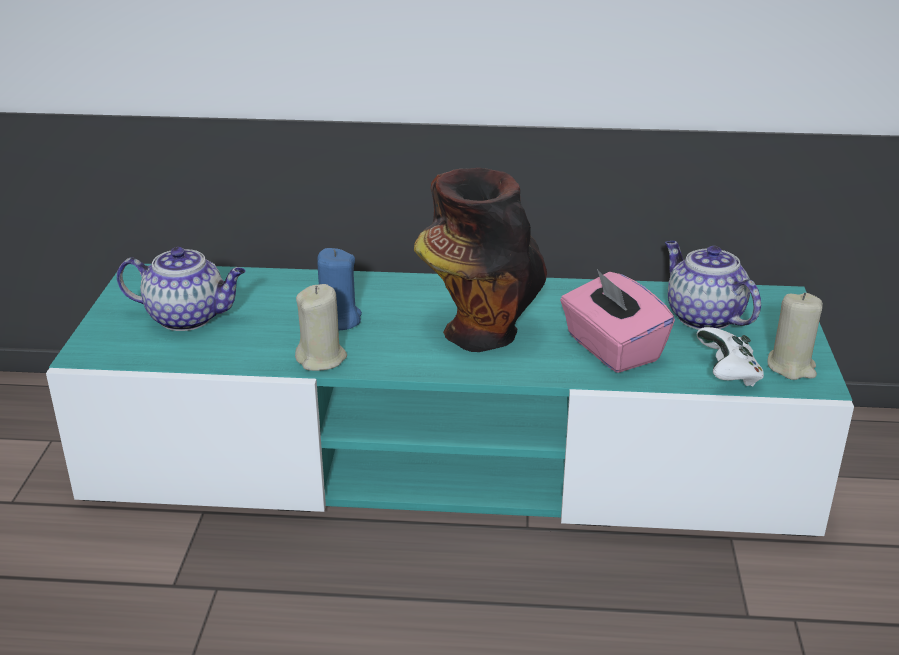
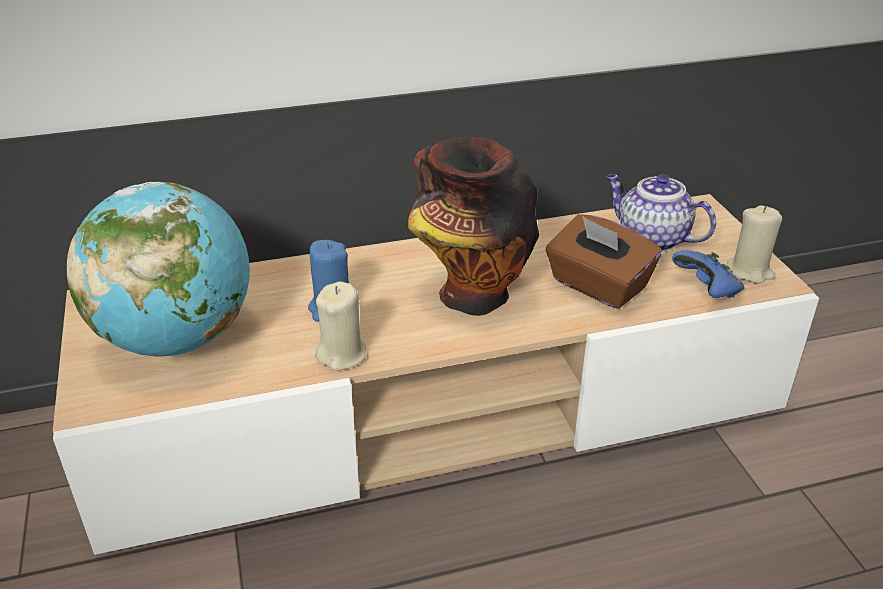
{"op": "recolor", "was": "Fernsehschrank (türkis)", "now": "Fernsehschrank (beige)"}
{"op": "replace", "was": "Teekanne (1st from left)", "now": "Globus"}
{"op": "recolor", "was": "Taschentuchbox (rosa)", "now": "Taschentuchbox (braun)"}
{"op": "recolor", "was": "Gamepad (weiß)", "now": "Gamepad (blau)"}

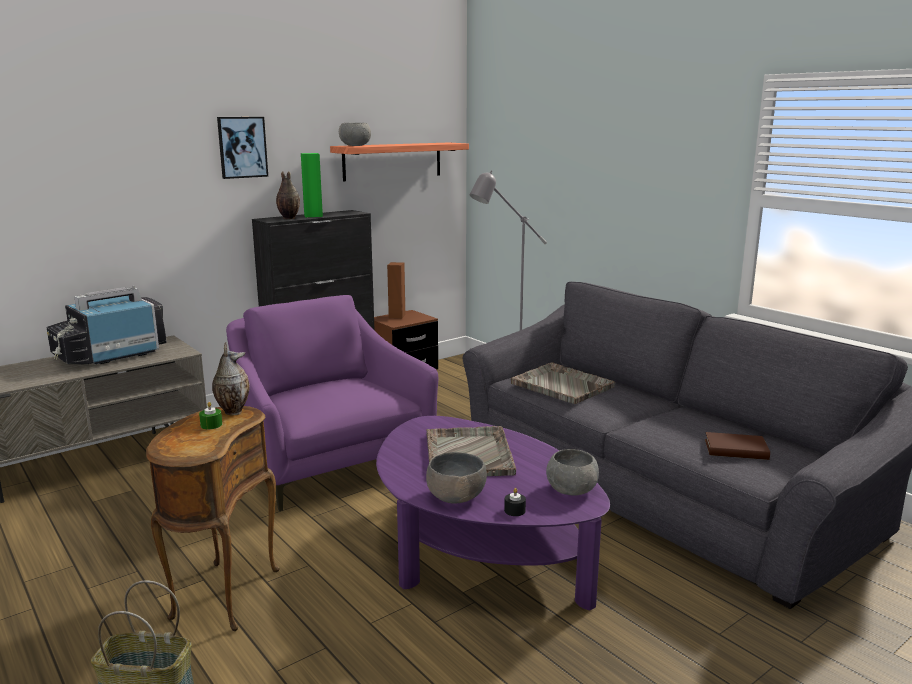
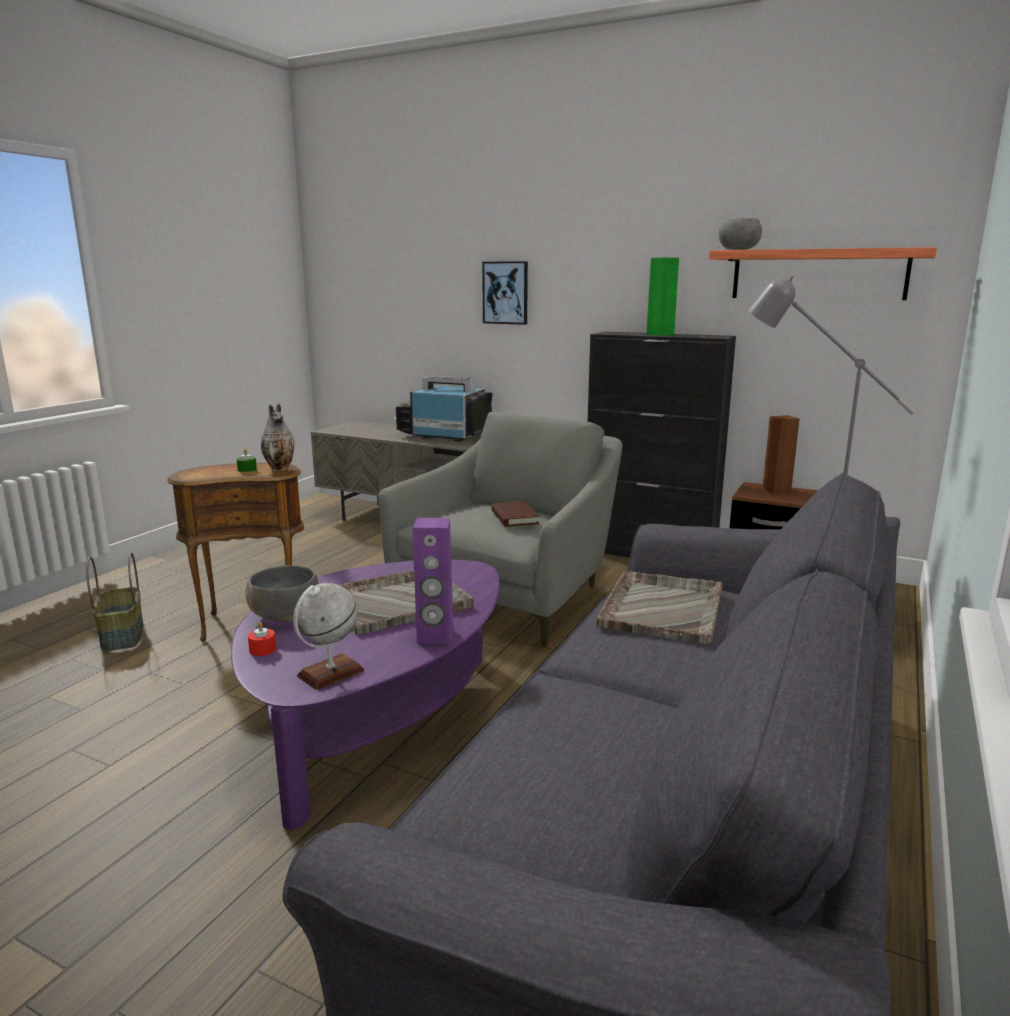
{"op": "recolor", "was": "Kerze (schwarz)", "now": "Kerze (rot)"}
{"op": "replace", "was": "Schüssel (grau) (3rd from left)", "now": "Globus"}
{"op": "recolor", "was": "Sessel (lila)", "now": "Sessel (grau)"}
{"op": "insert", "now": "Lautsprecher (lila)"}
{"op": "move", "was": "Bild"}
{"op": "move", "was": "Buch (braun)"}
{"op": "delete", "was": "Vase (2nd from left)"}

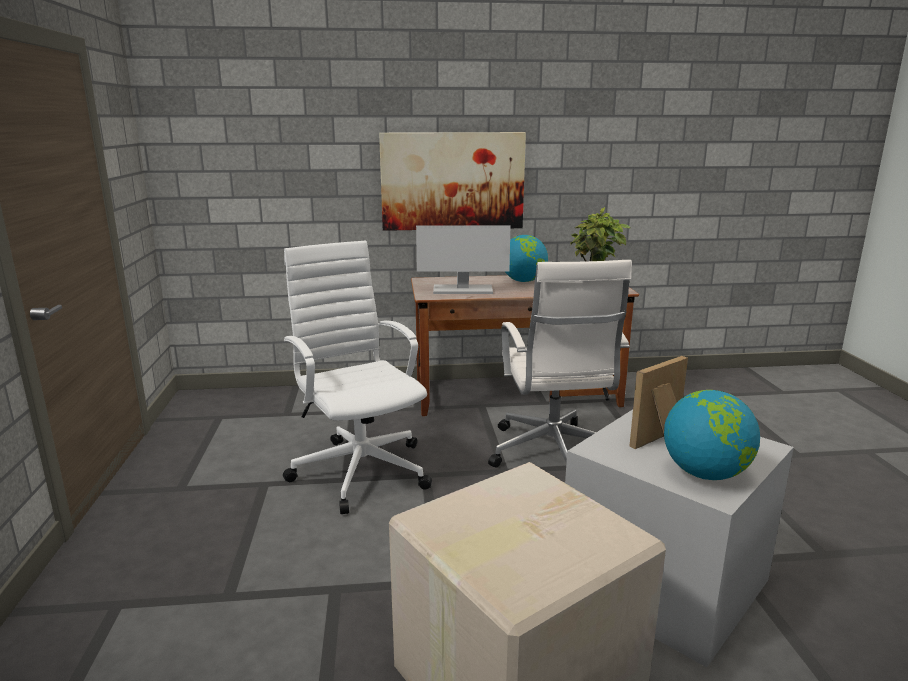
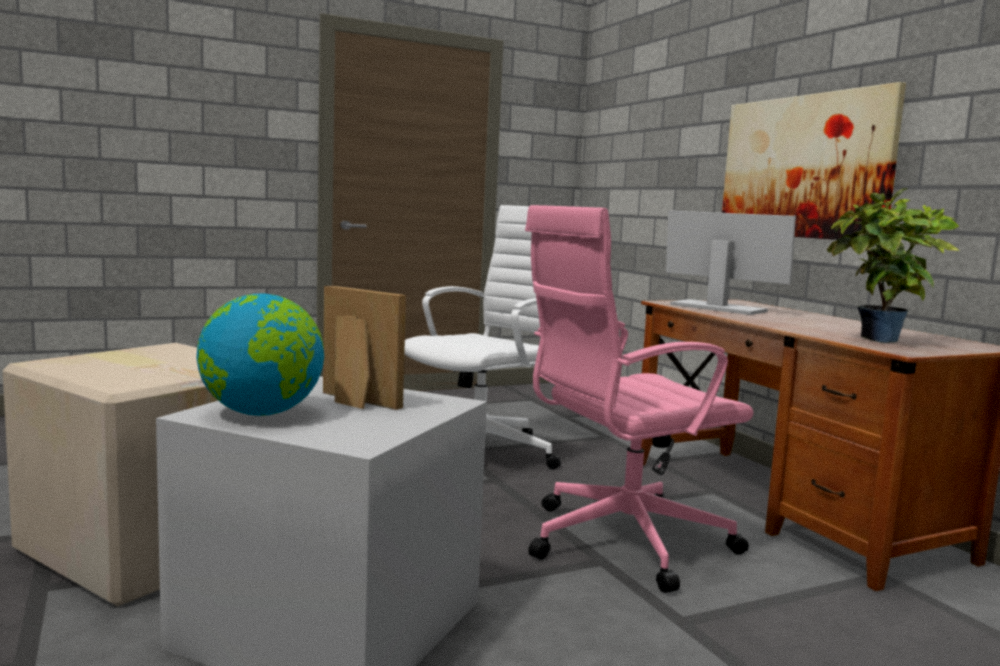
{"op": "recolor", "was": "Bürostuhl (weiß) (2nd from left)", "now": "Bürostuhl (rosa)"}
{"op": "rotate", "was": "Monitor", "clockwise": 150}
{"op": "delete", "was": "Globus (1st from left)"}

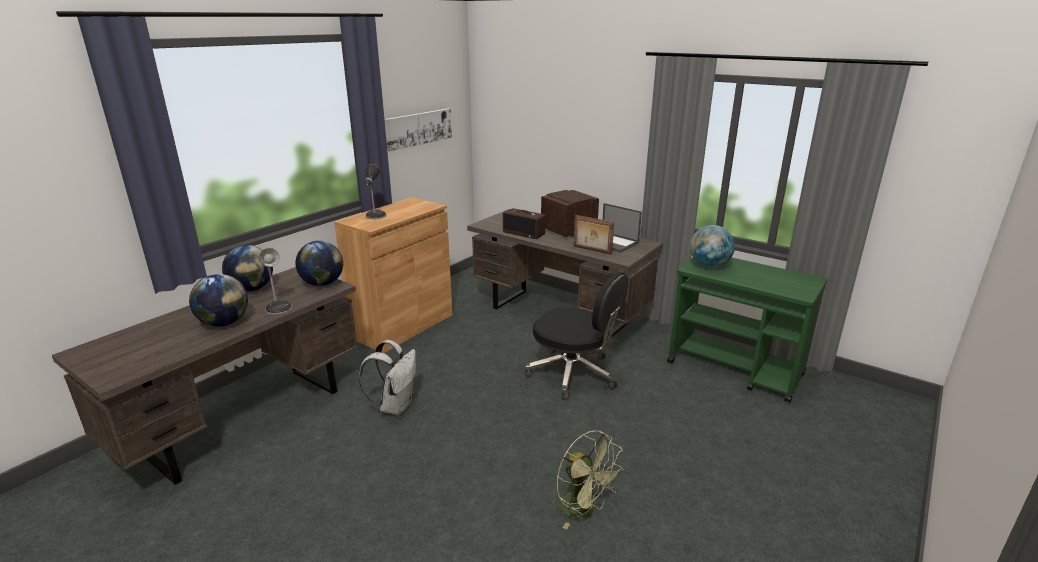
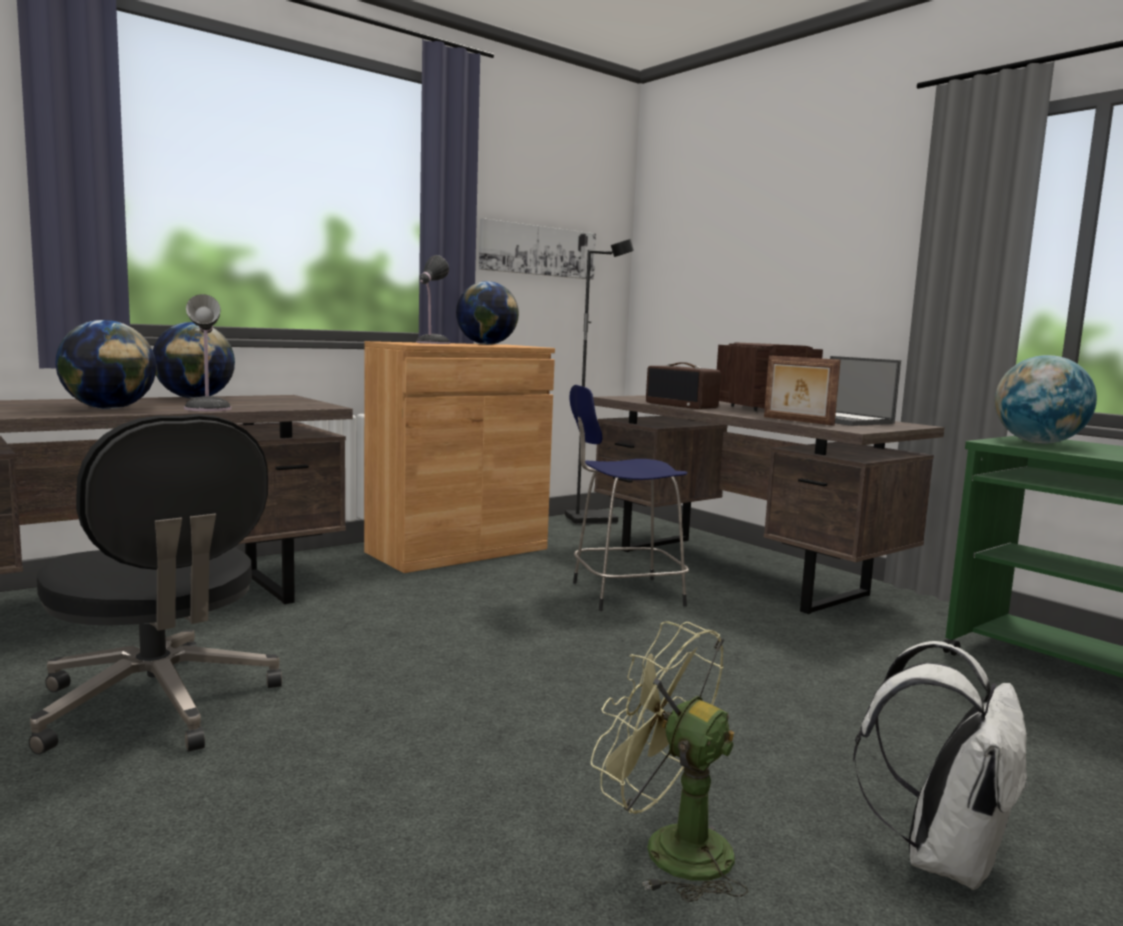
{"op": "move", "was": "Bürostuhl (schwarz)"}
{"op": "move", "was": "Globus (3rd from left)"}
{"op": "insert", "now": "Stehlampe (schwarz)"}
{"op": "insert", "now": "Hocker (blau)"}
{"op": "rotate", "was": "Ventilator (grün)", "clockwise": 150}
{"op": "move", "was": "Rucksack (weiß)"}

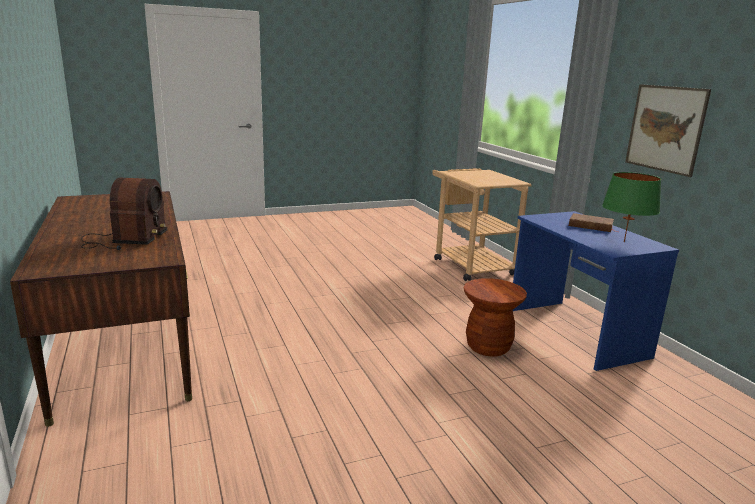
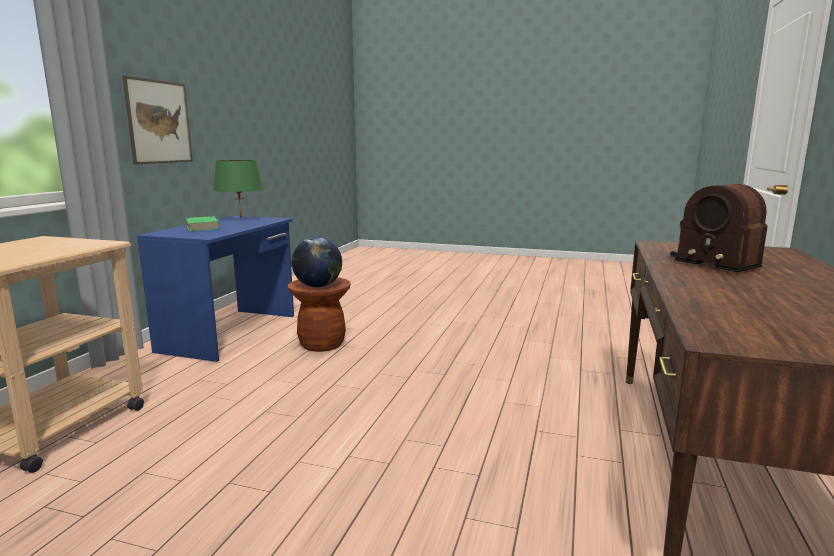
{"op": "recolor", "was": "Buch (braun)", "now": "Buch (grün)"}
{"op": "insert", "now": "Globus"}
{"op": "rotate", "was": "Radio", "clockwise": -75}

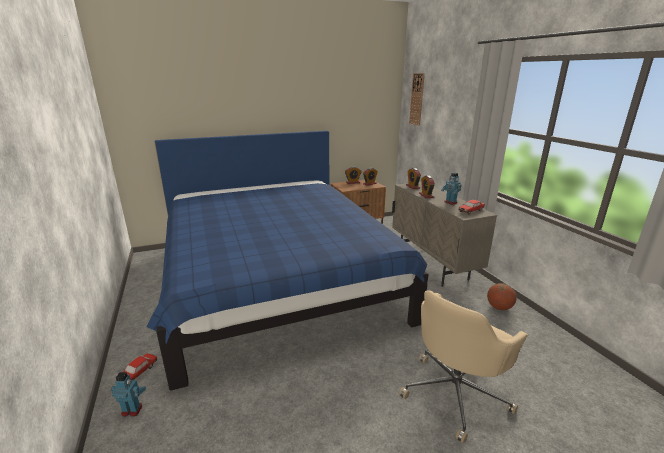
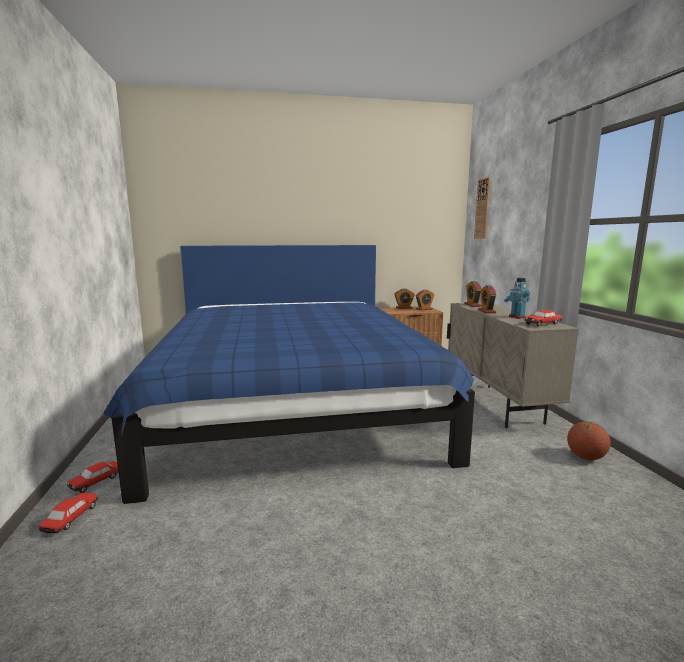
{"op": "replace", "was": "Spielzeugroboter (1st from left)", "now": "Spielzeugauto (1st from left)"}
{"op": "delete", "was": "Bürostuhl (beige)"}

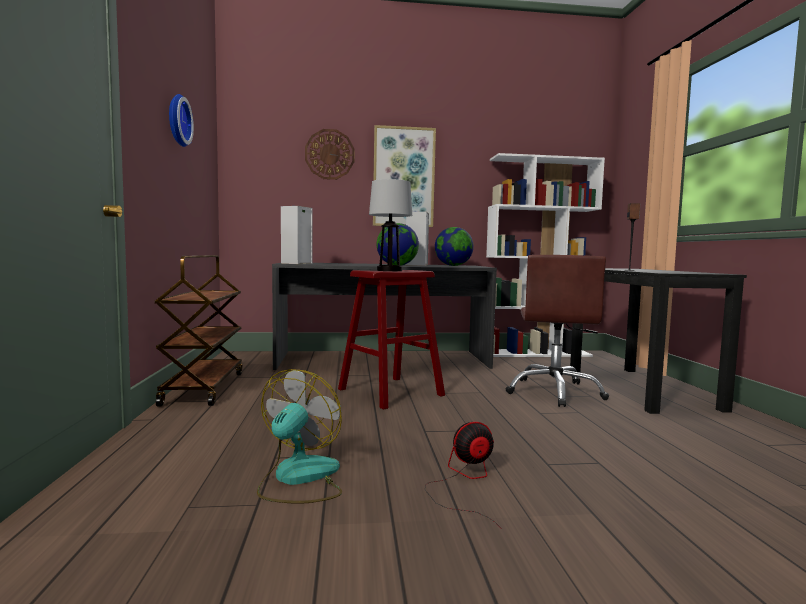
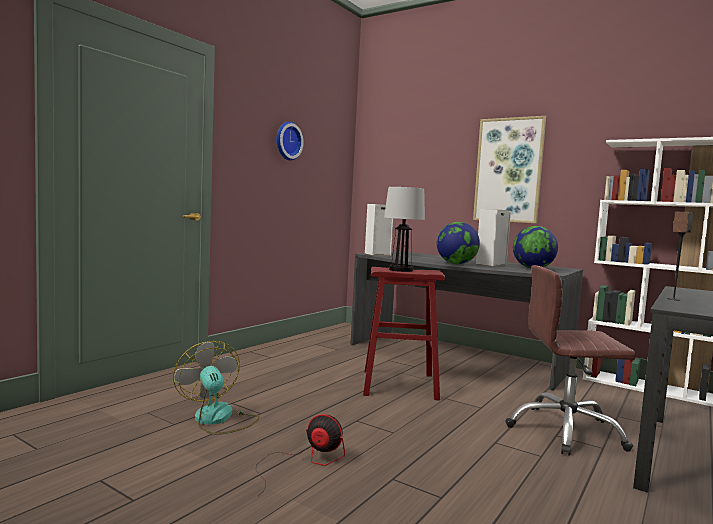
{"op": "rotate", "was": "Ventilator (1st from left)", "clockwise": -90}
{"op": "rotate", "was": "Bürostuhl (braun)", "clockwise": 45}
{"op": "delete", "was": "Rollwagen (braun)"}
{"op": "delete", "was": "Wanduhr (2nd from left)"}

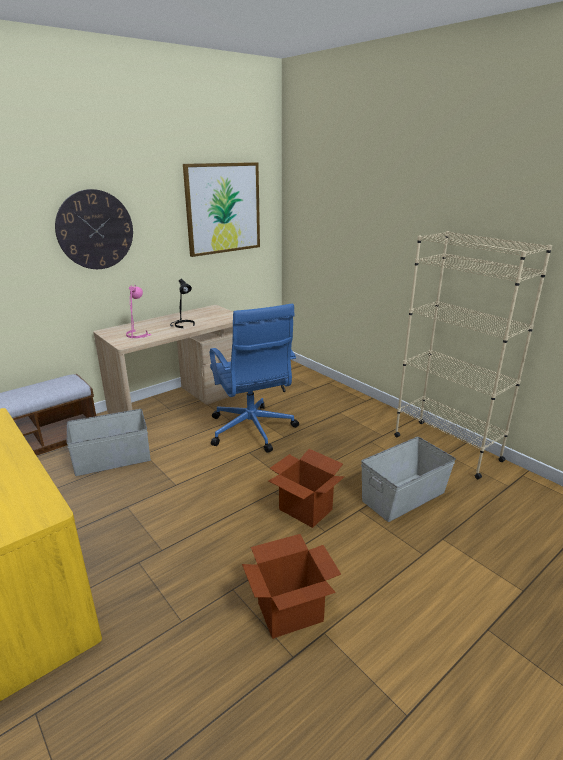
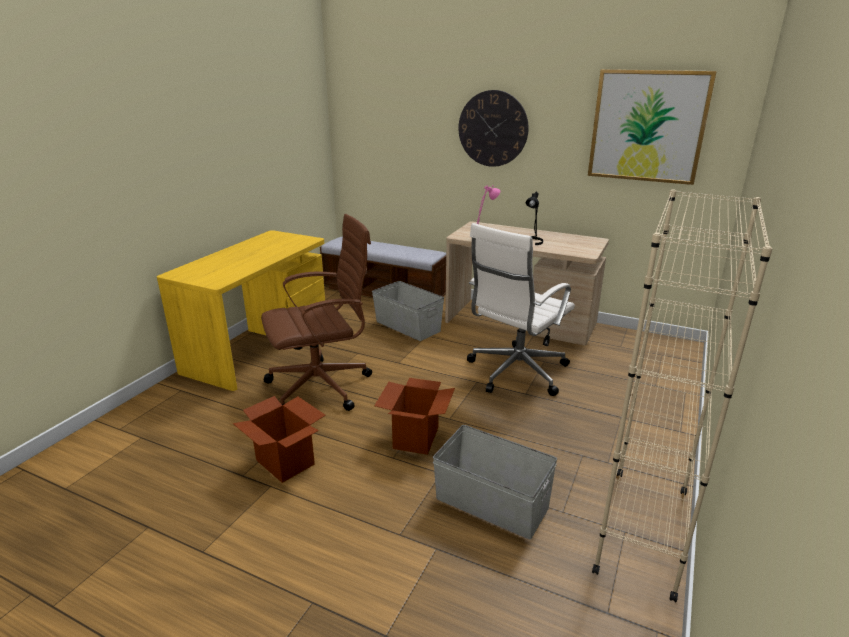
{"op": "insert", "now": "Bürostuhl (braun)"}
{"op": "recolor", "was": "Bürostuhl (blau)", "now": "Bürostuhl (weiß)"}

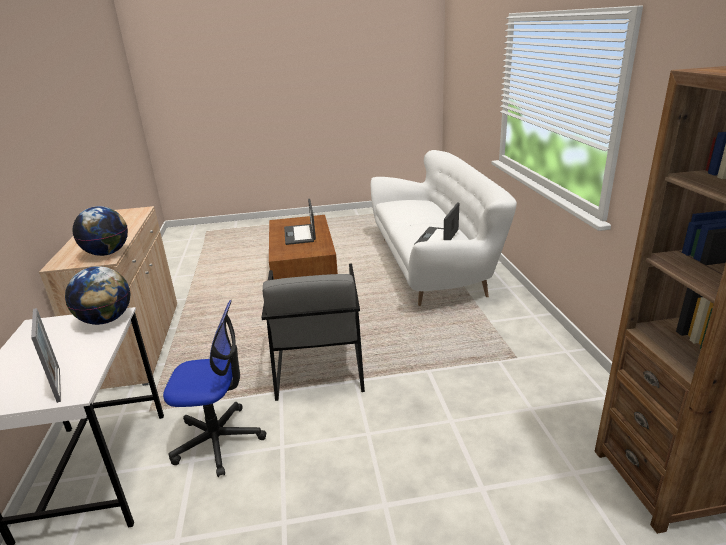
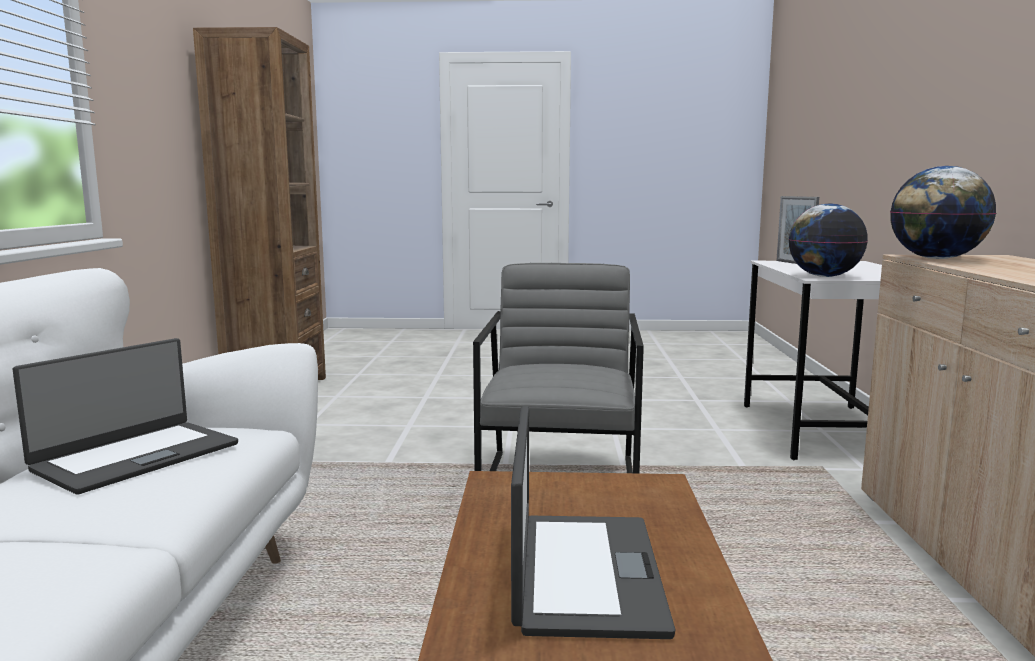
{"op": "delete", "was": "Bürostuhl"}

